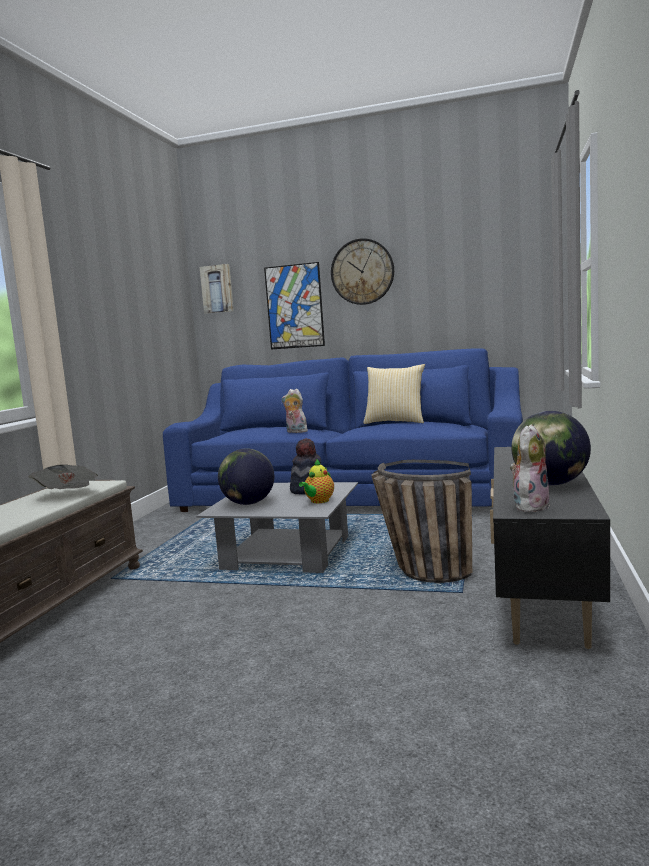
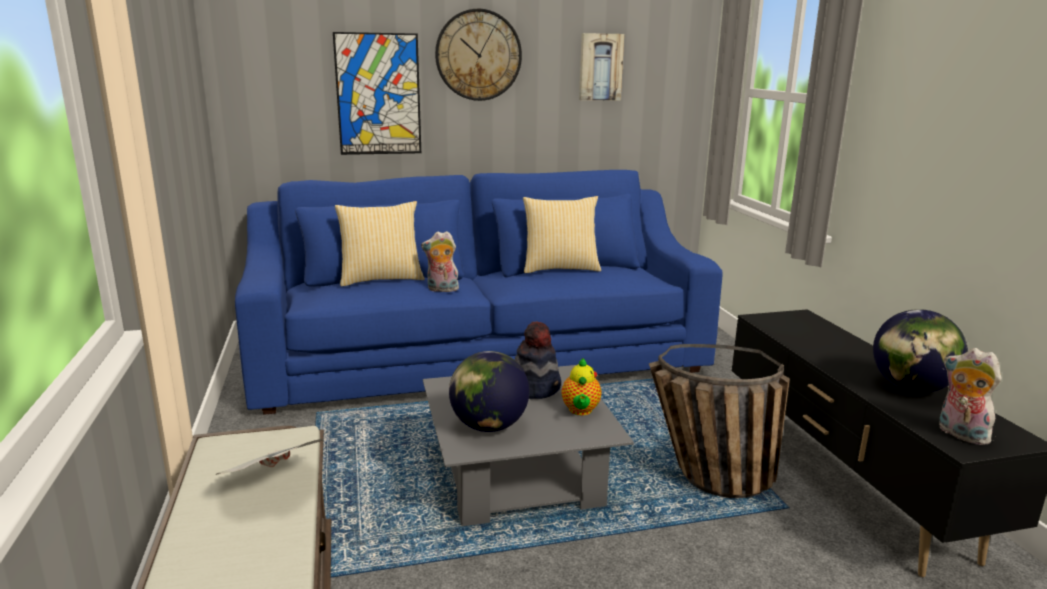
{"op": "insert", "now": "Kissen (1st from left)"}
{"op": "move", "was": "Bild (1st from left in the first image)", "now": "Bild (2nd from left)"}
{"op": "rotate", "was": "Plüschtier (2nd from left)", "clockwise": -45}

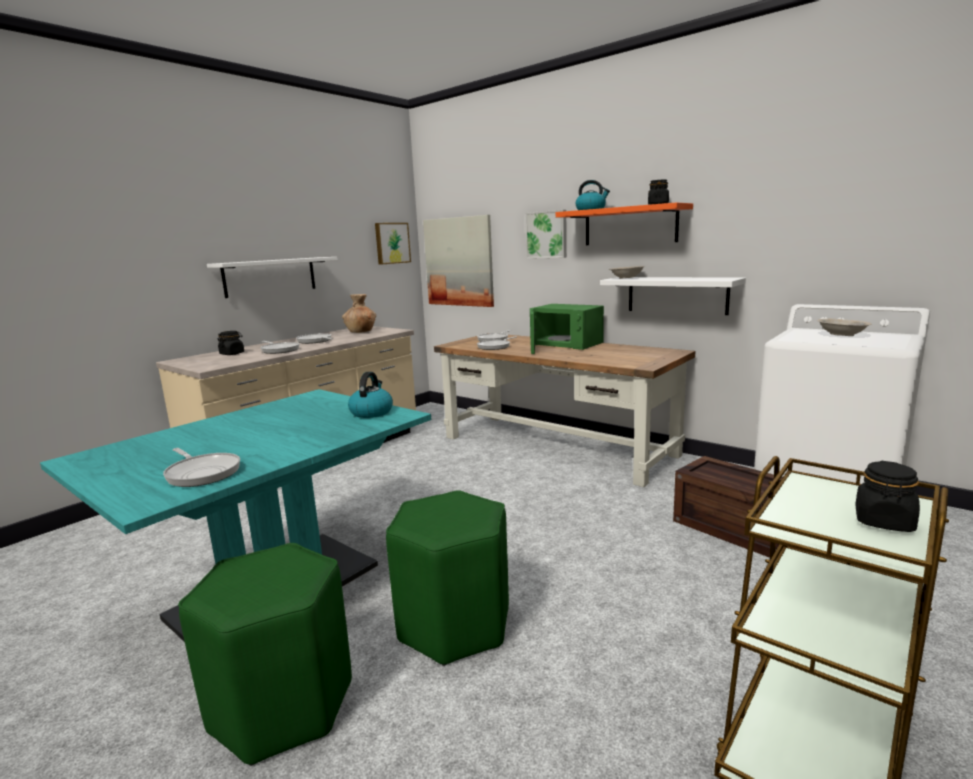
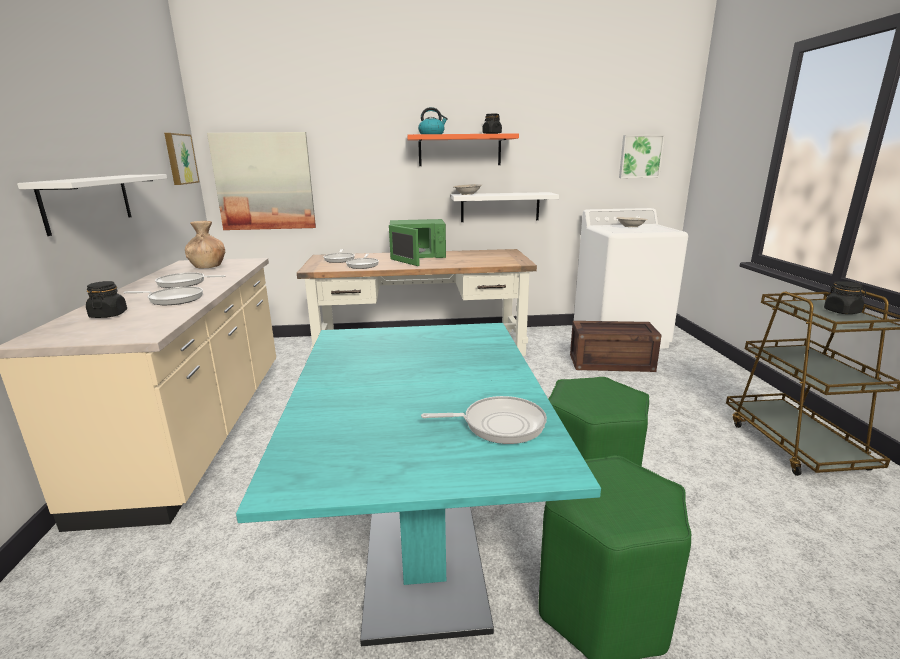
{"op": "move", "was": "Bild (3rd from left)"}
{"op": "delete", "was": "Wasserkessel (1st from left)"}

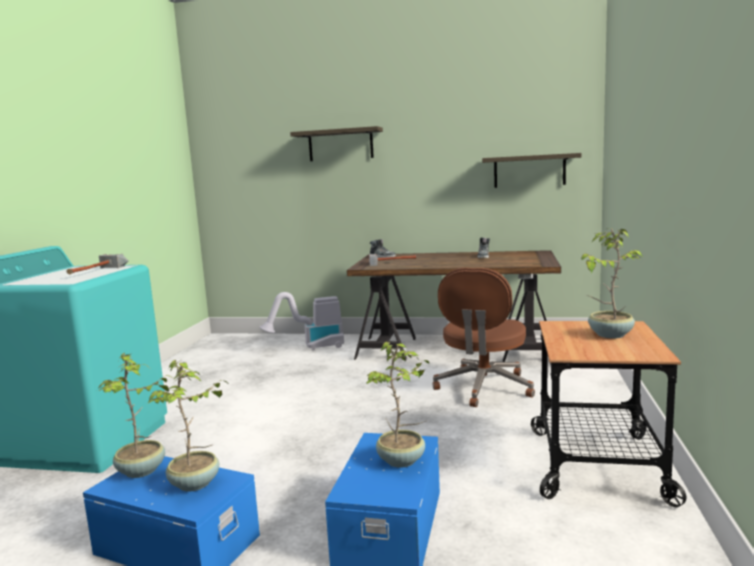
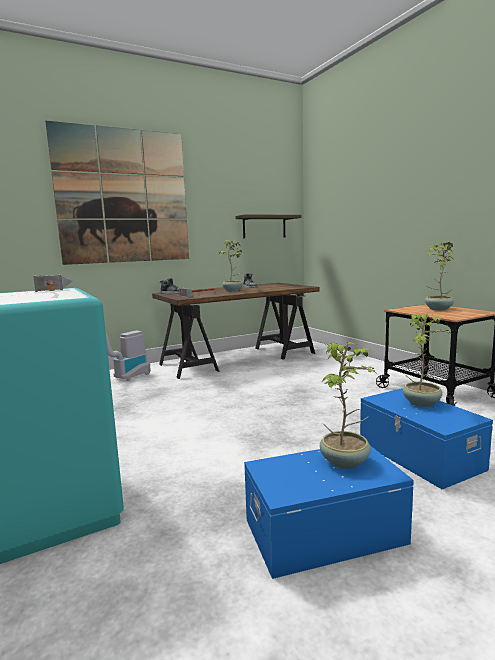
{"op": "replace", "was": "Wandregal (1st from left)", "now": "Bild"}
{"op": "move", "was": "Topfpflanze (1st from left)"}
{"op": "delete", "was": "Bürostuhl (braun)"}

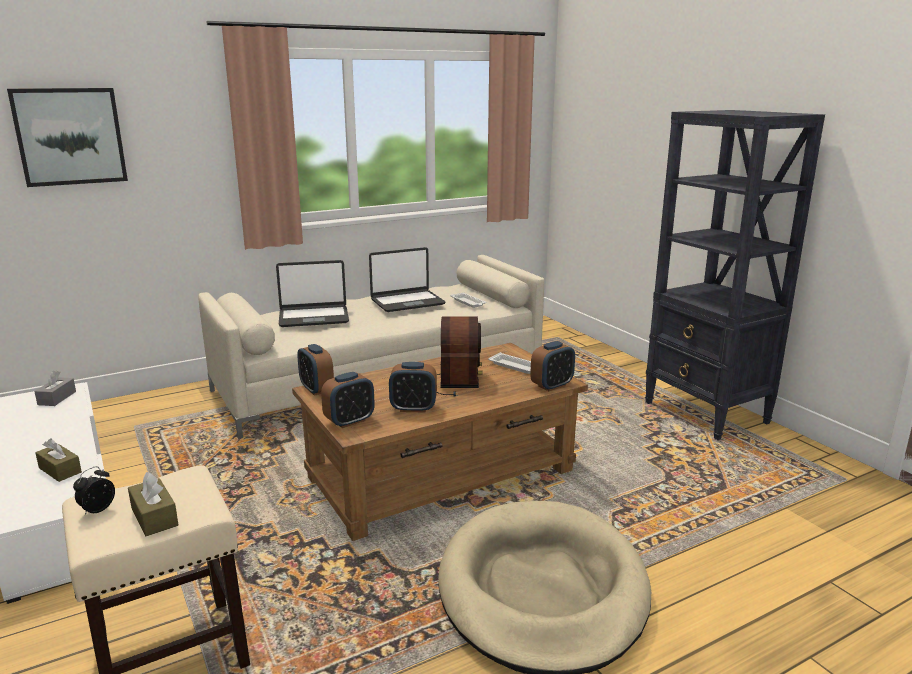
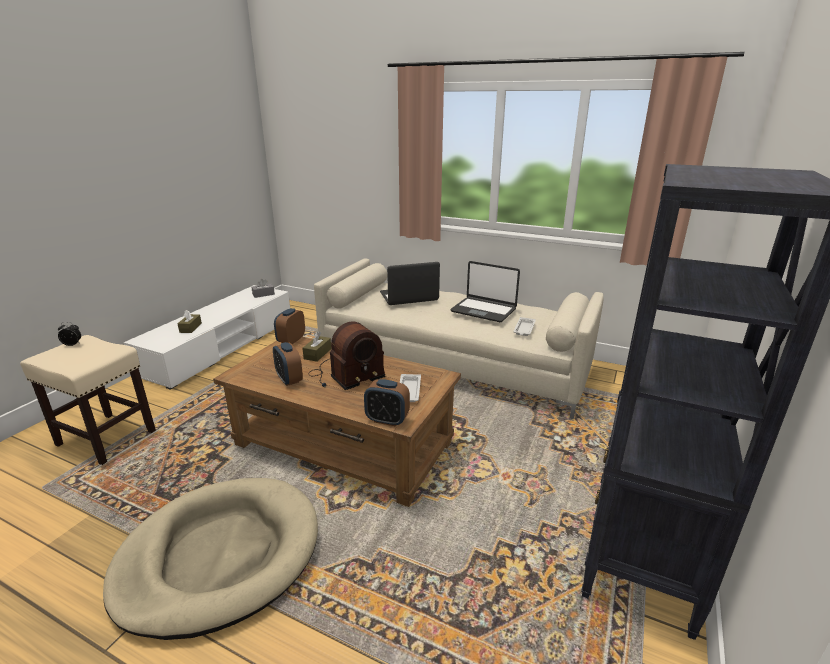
{"op": "move", "was": "Taschentuchbox (braun) (2nd from left)"}
{"op": "rotate", "was": "Laptop (1st from left)", "clockwise": 120}
{"op": "delete", "was": "Bild"}
{"op": "delete", "was": "Wecker (3rd from left)"}

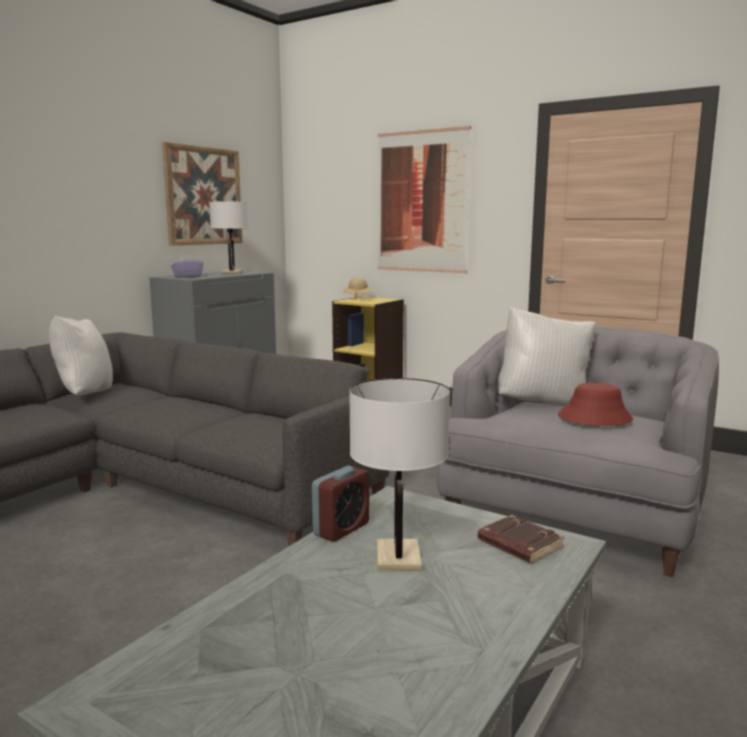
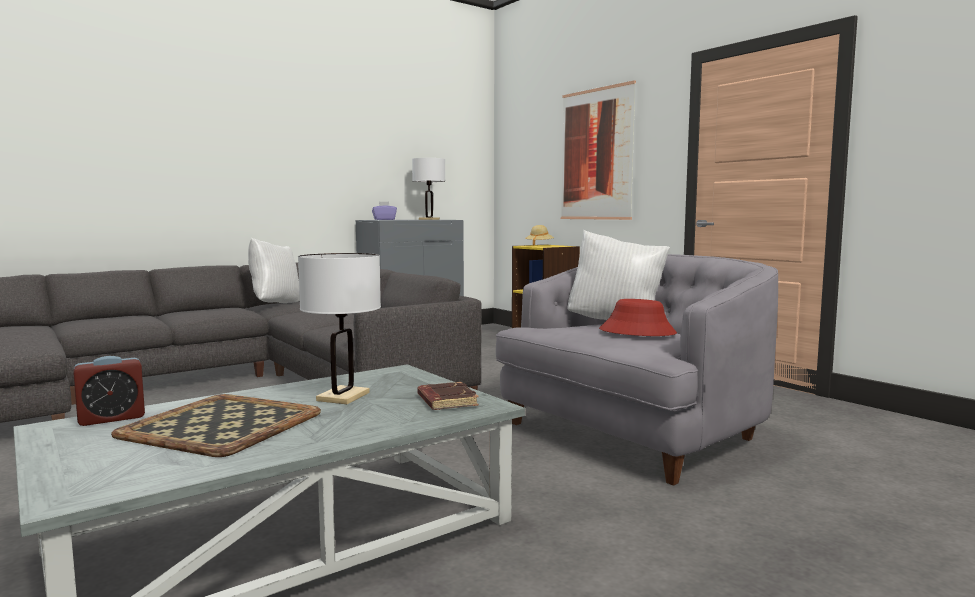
{"op": "move", "was": "Wecker"}
{"op": "insert", "now": "Tablett"}
{"op": "delete", "was": "Bild (1st from left)"}

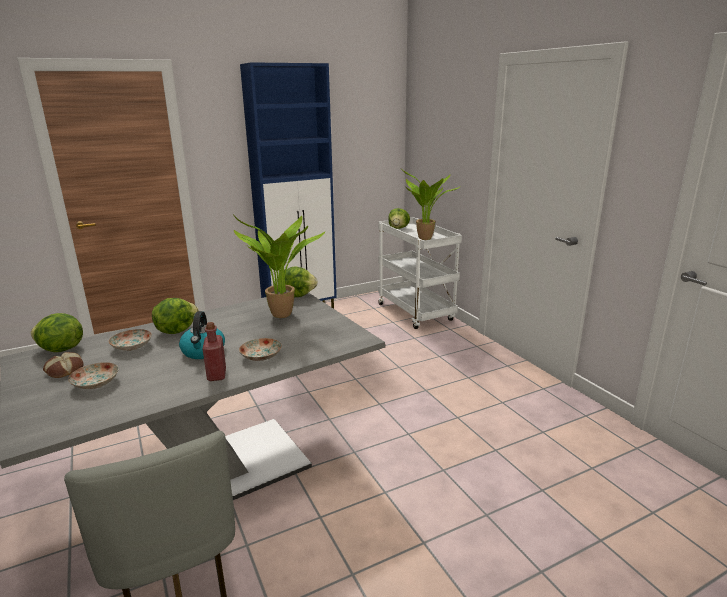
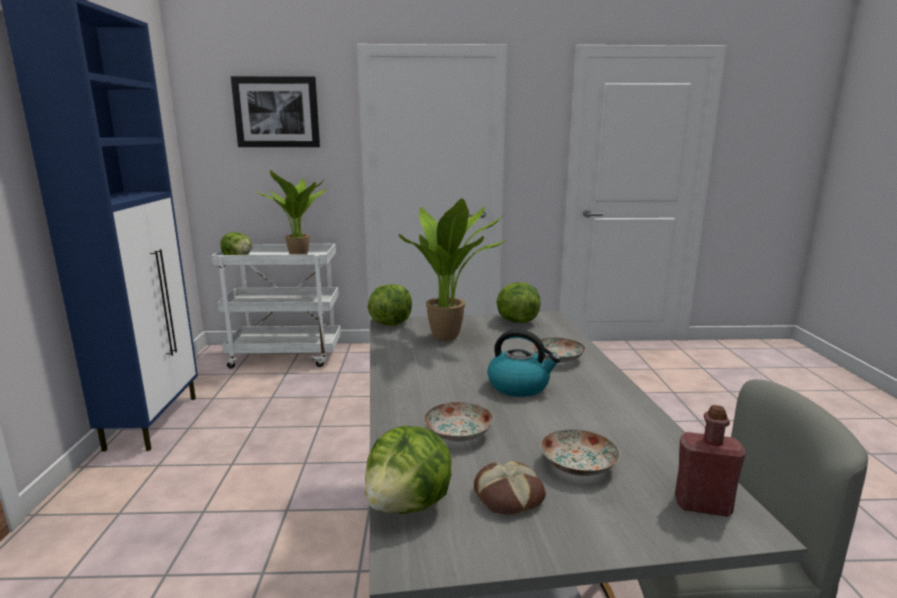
{"op": "insert", "now": "Bild"}
{"op": "move", "was": "Salatkopf (2nd from left in the first image)", "now": "Salatkopf (4th from left)"}
{"op": "move", "was": "Flasche (rot)"}

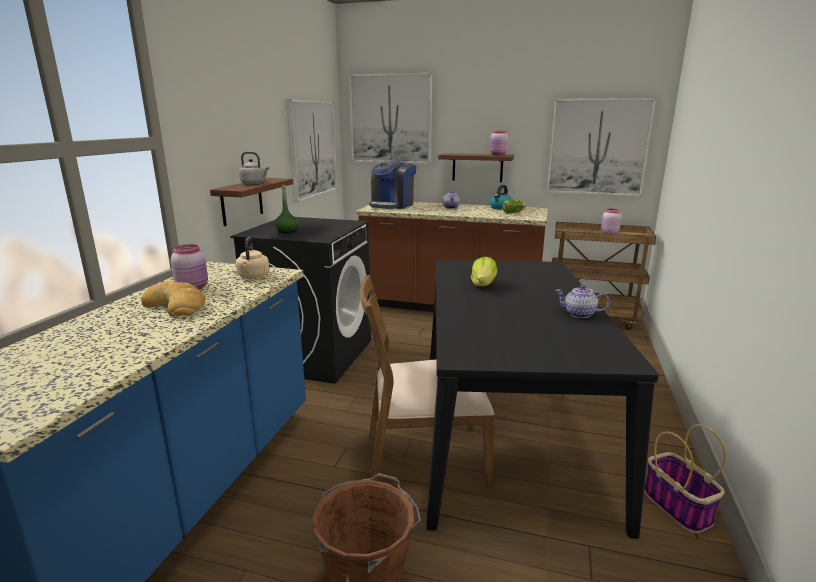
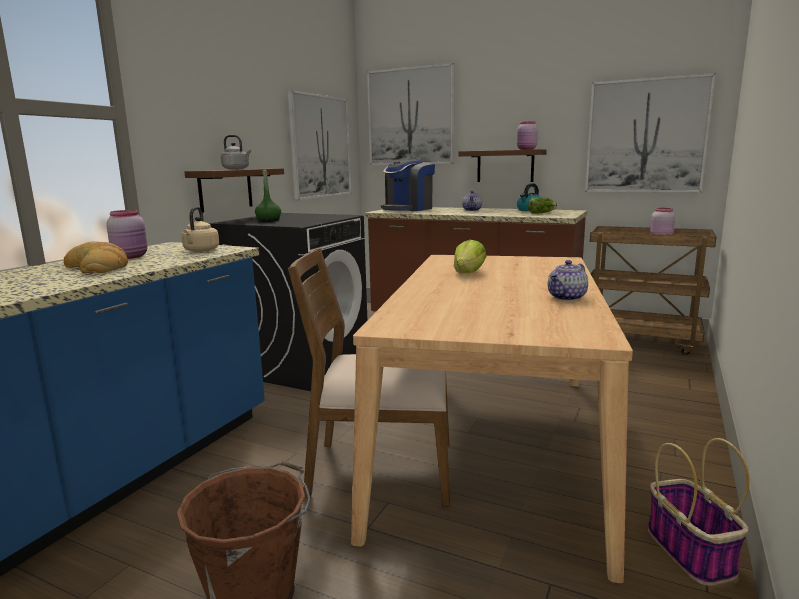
{"op": "recolor", "was": "Esstisch (schwarz)", "now": "Esstisch (beige)"}
{"op": "rotate", "was": "Teekanne (2nd from left)", "clockwise": -75}

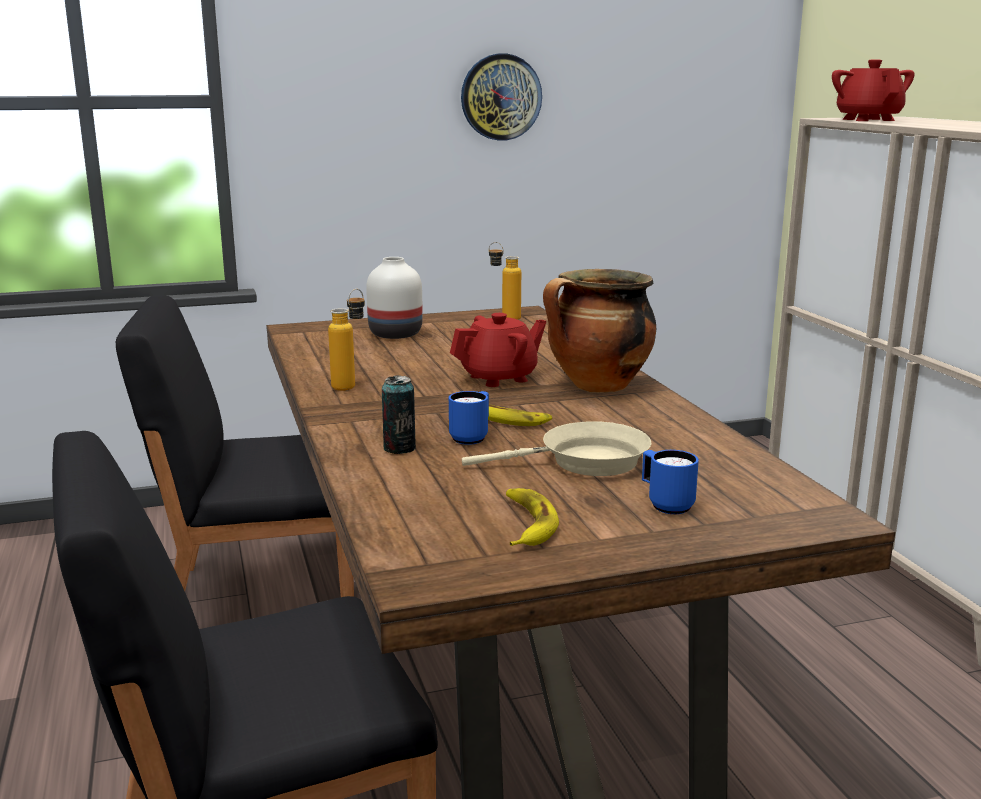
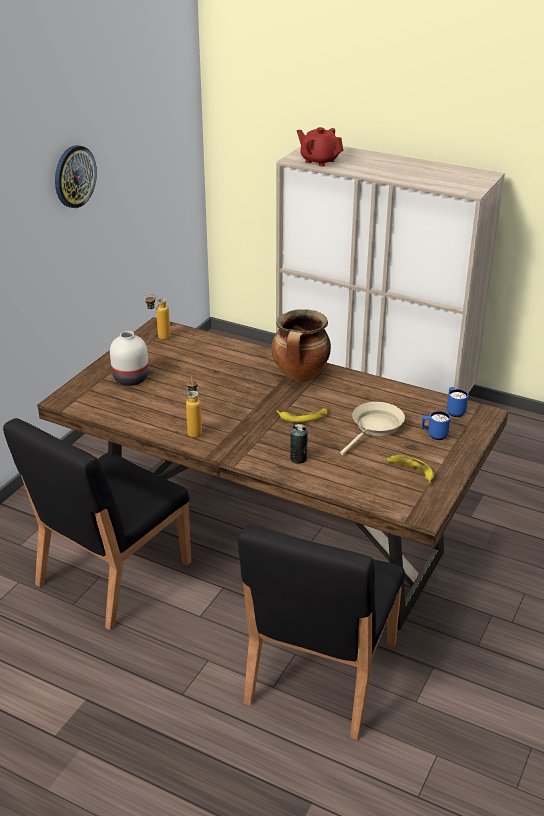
{"op": "move", "was": "Henkelbecher (blau) (1st from left in the first image)", "now": "Henkelbecher (blau) (2nd from left)"}
{"op": "delete", "was": "Teekanne (rot) (1st from left)"}

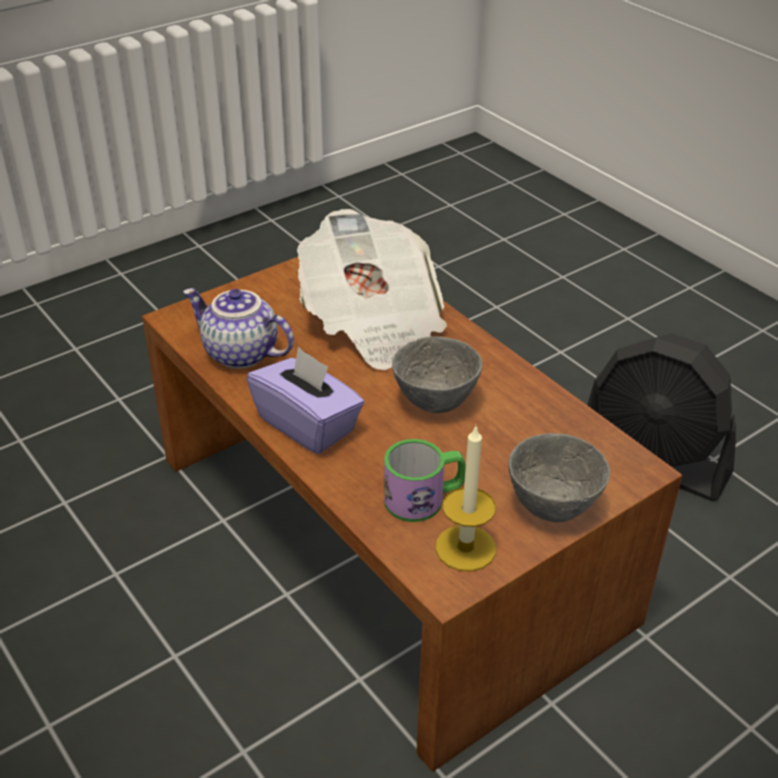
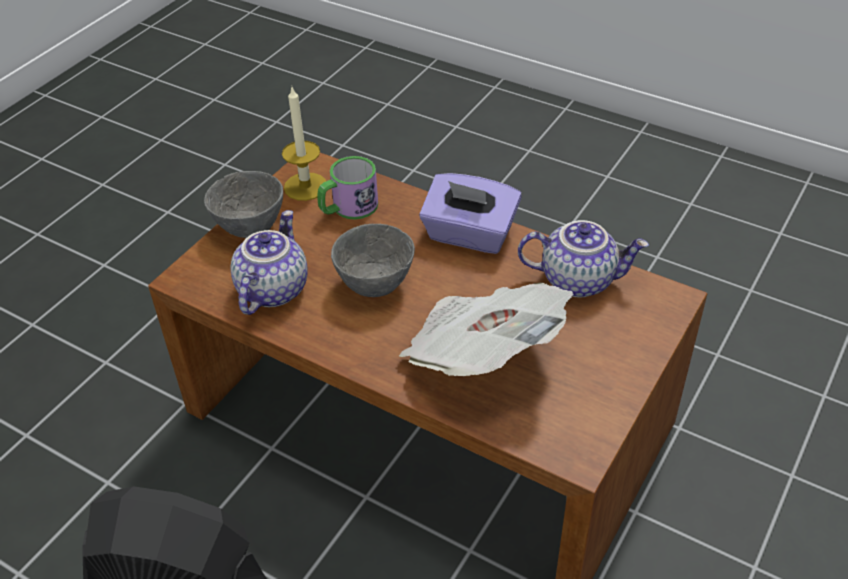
{"op": "insert", "now": "Teekanne (1st from left)"}

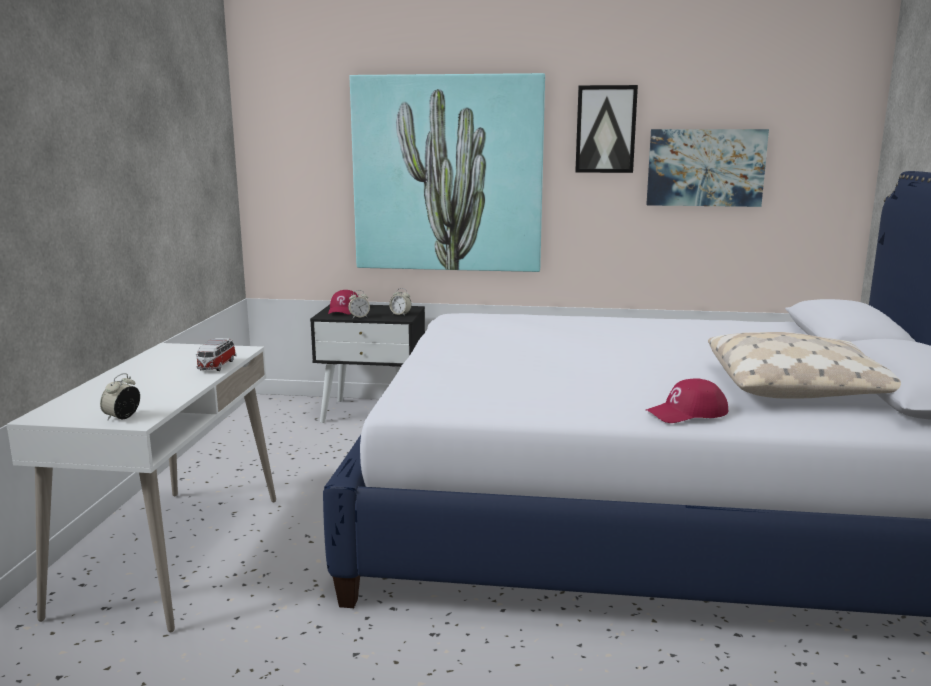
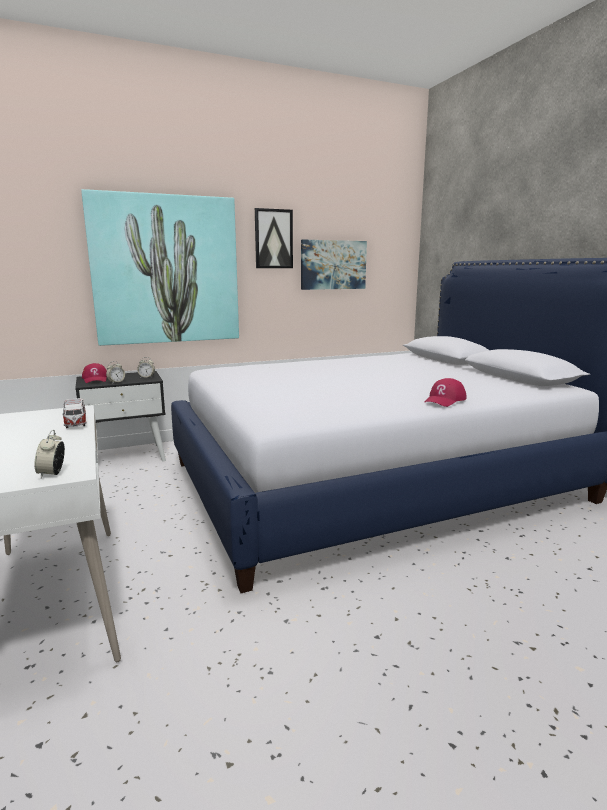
{"op": "delete", "was": "Kissen (beige)"}

